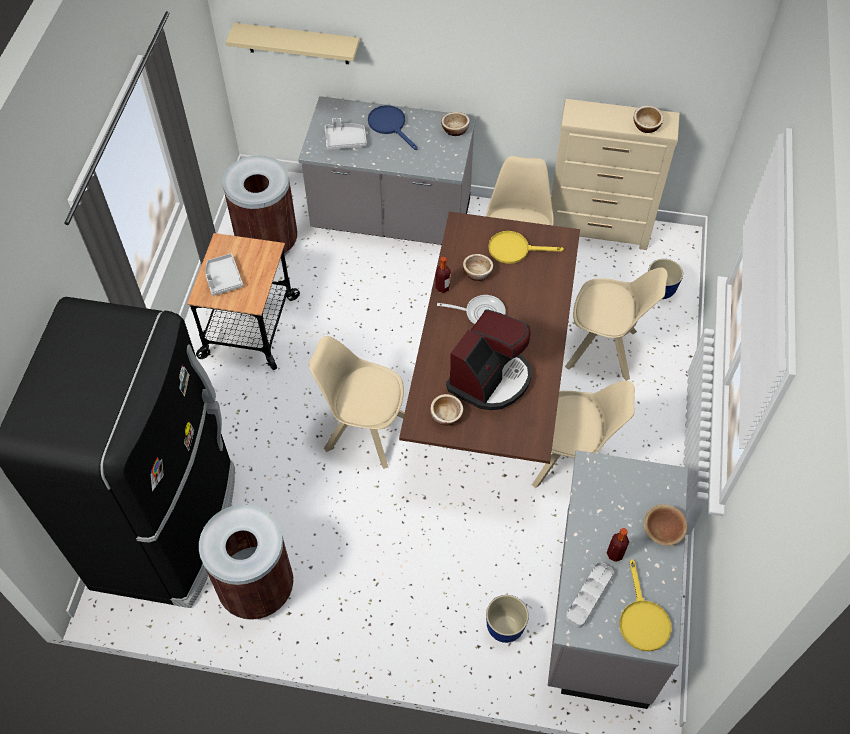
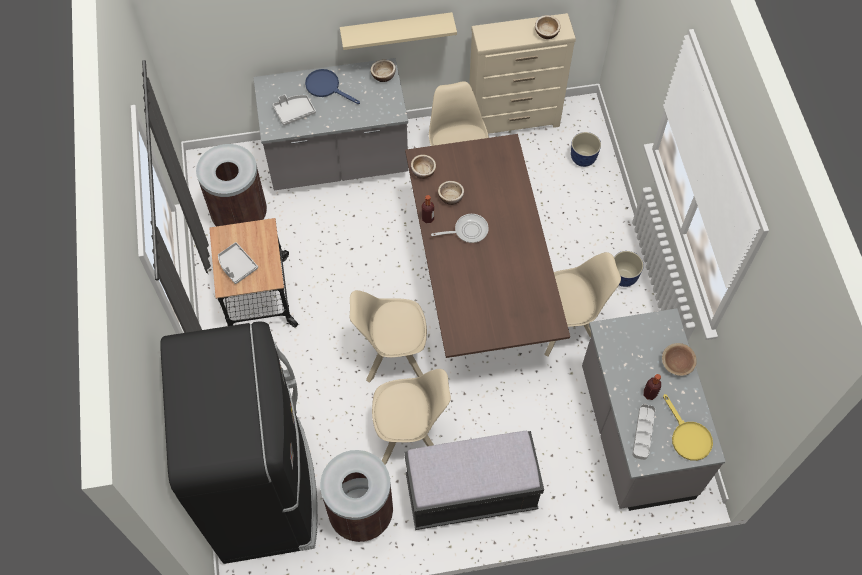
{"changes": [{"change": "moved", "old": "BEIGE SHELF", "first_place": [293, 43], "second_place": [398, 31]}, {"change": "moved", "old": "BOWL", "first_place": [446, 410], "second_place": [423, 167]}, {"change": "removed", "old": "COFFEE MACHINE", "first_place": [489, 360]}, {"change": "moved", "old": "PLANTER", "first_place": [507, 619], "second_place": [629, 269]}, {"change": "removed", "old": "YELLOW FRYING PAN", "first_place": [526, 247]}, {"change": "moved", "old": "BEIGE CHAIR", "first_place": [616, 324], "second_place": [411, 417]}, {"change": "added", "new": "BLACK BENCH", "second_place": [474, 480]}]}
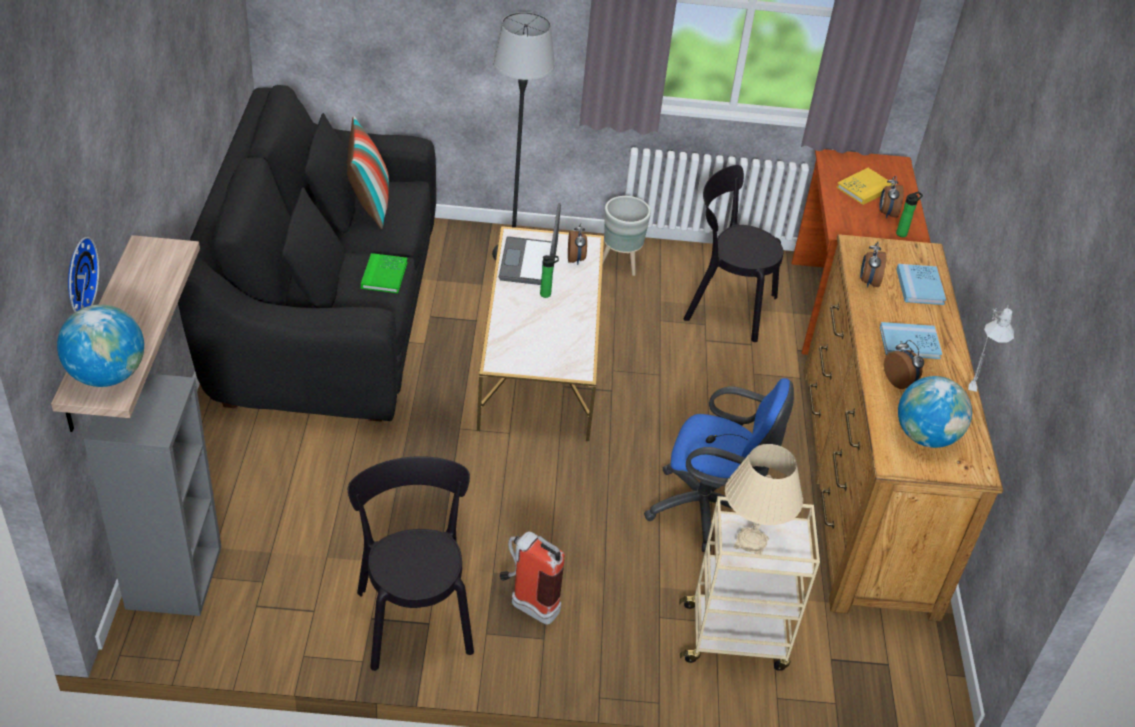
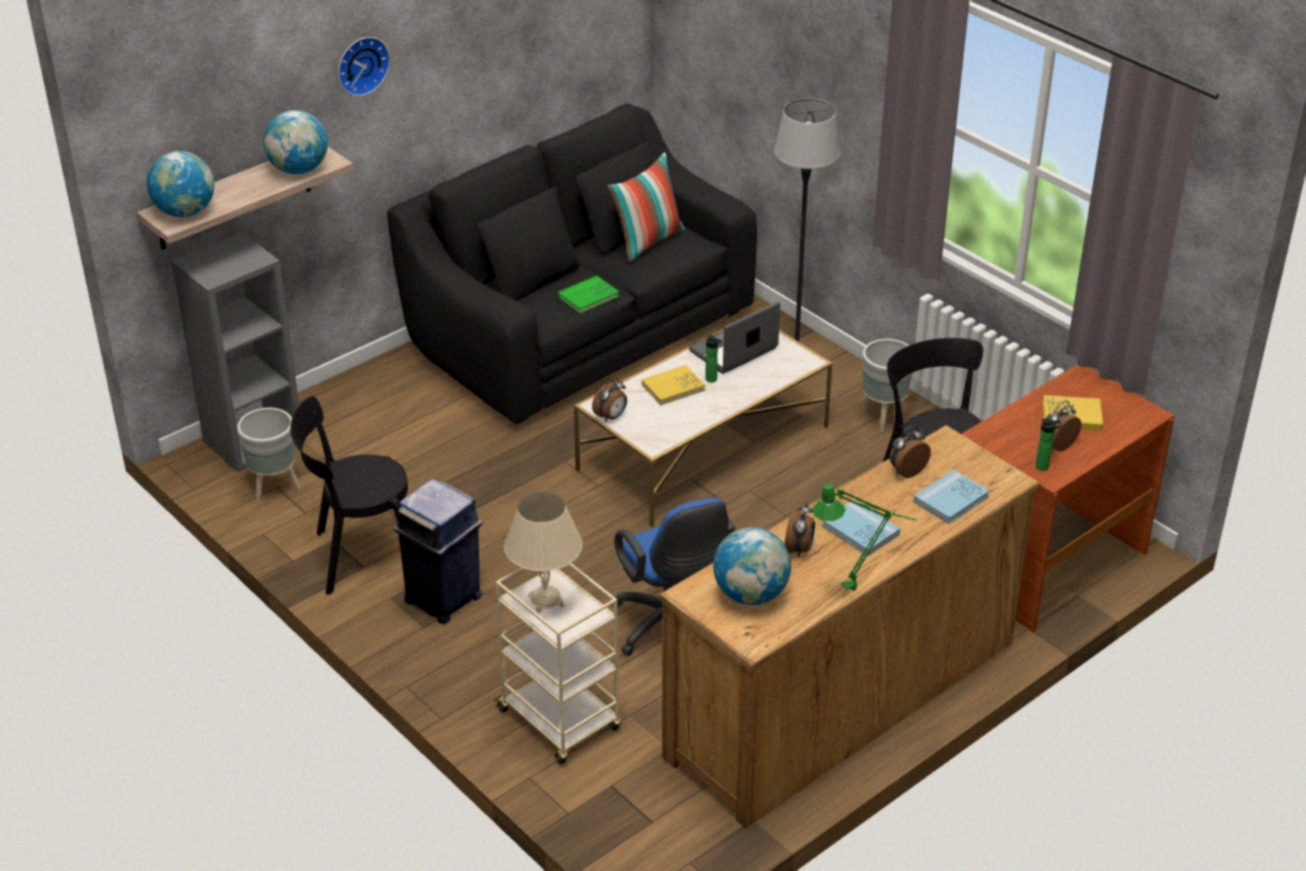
{"changes": [{"change": "moved", "old": "WALL CLOCK", "first_place": [83, 274], "second_place": [364, 66]}, {"change": "turned", "old": "BLACK CHAIR", "first_place": [411, 563], "second_place": [349, 495], "degrees": -135}, {"change": "replaced", "old": "FIRE EXTINGUISHER", "new": "BLUE TRASH CAN", "first_place": [532, 578], "second_place": [438, 551]}, {"change": "moved", "old": "ALARM CLOCK", "first_place": [577, 244], "second_place": [609, 400]}, {"change": "recoloured", "old": "GREY TABLE LAMP", "new": "GREEN TABLE LAMP", "first_place": [991, 348], "second_place": [864, 537]}, {"change": "added", "new": "GREY PLANTER", "second_place": [269, 455]}, {"change": "added", "new": "GLOBE", "second_place": [295, 142]}, {"change": "added", "new": "YELLOW BOOK", "second_place": [673, 385]}]}
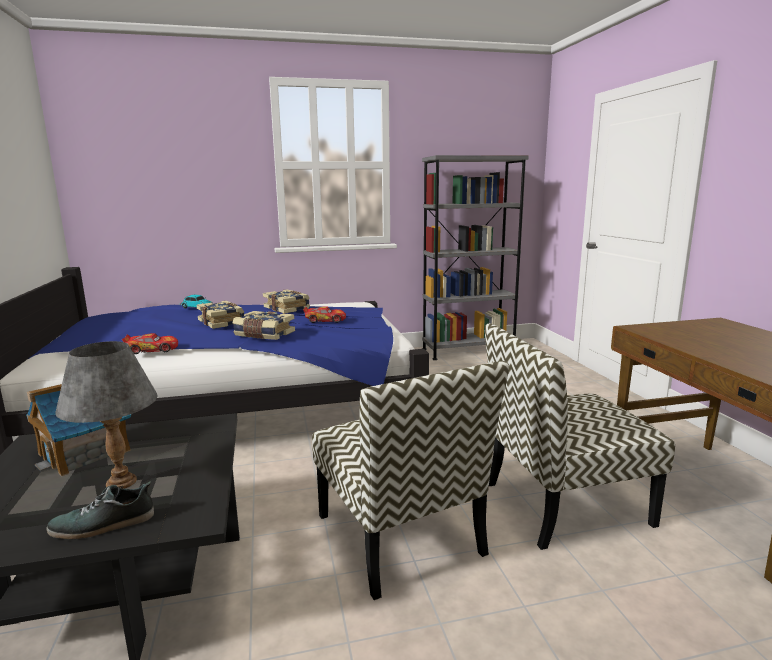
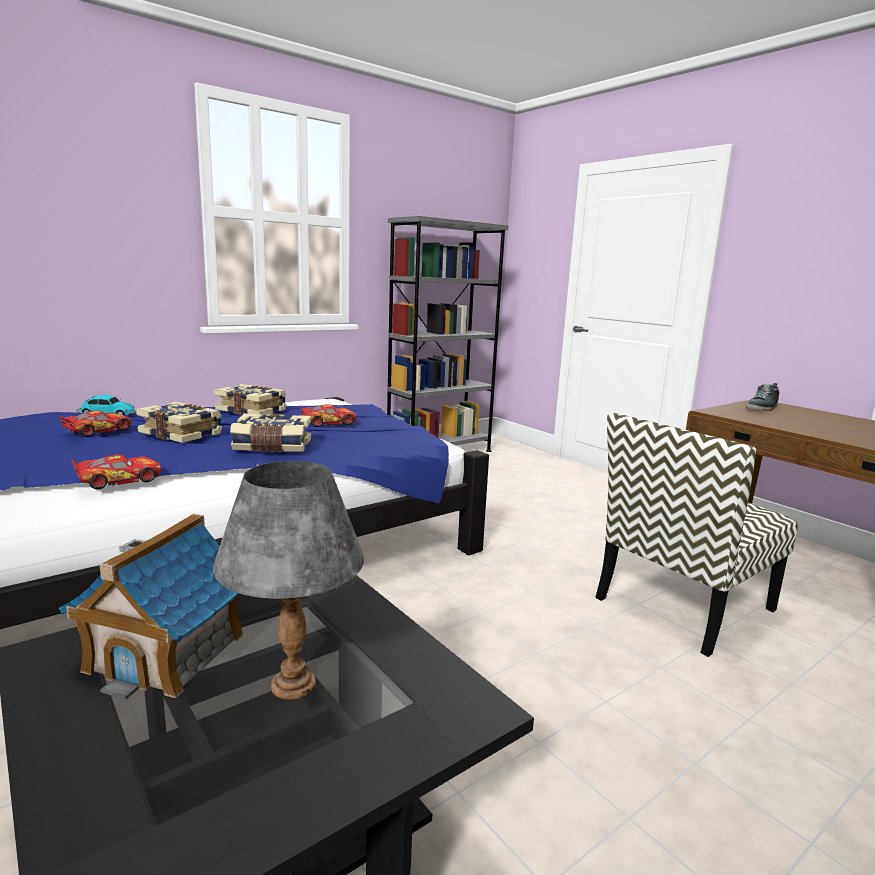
{"changes": [{"change": "moved", "old": "SHOE", "first_place": [100, 510], "second_place": [762, 397]}, {"change": "removed", "old": "CHAIR", "first_place": [410, 480]}, {"change": "added", "new": "TOY CAR", "second_place": [95, 424]}]}
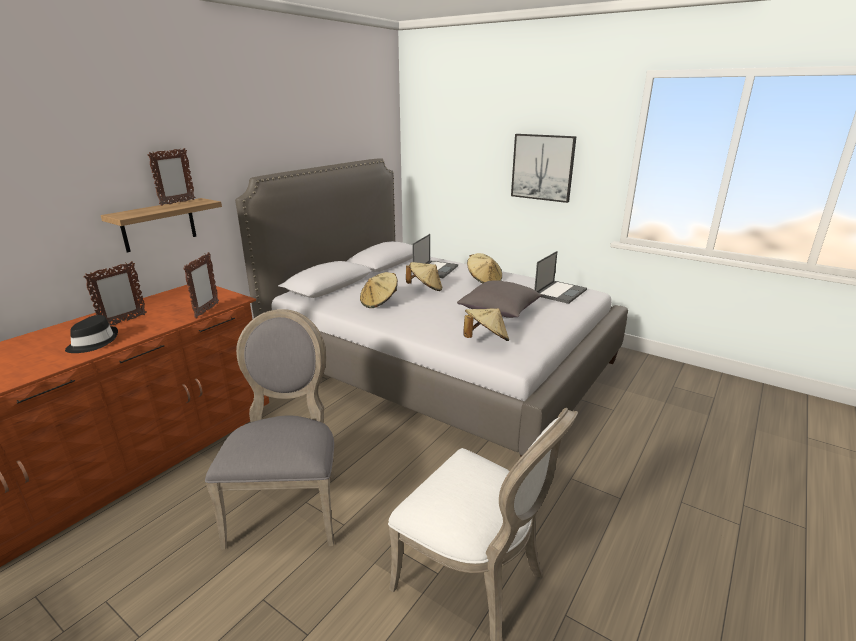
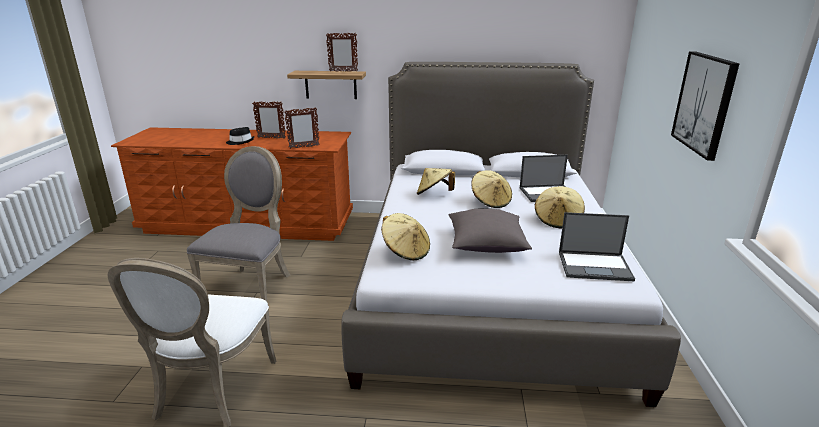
{"changes": [{"change": "turned", "old": "GREY CHAIR", "first_place": [270, 429], "second_place": [239, 223], "degrees": -45}]}
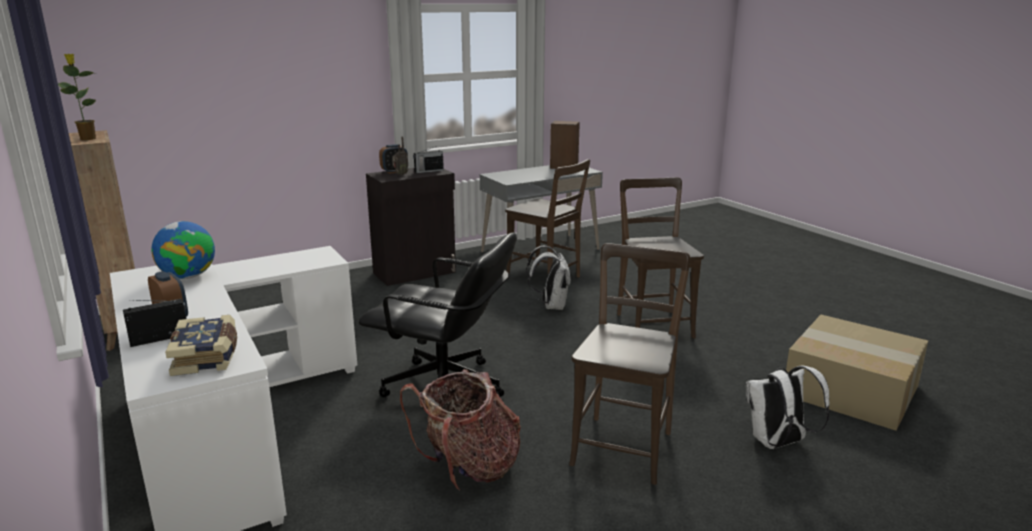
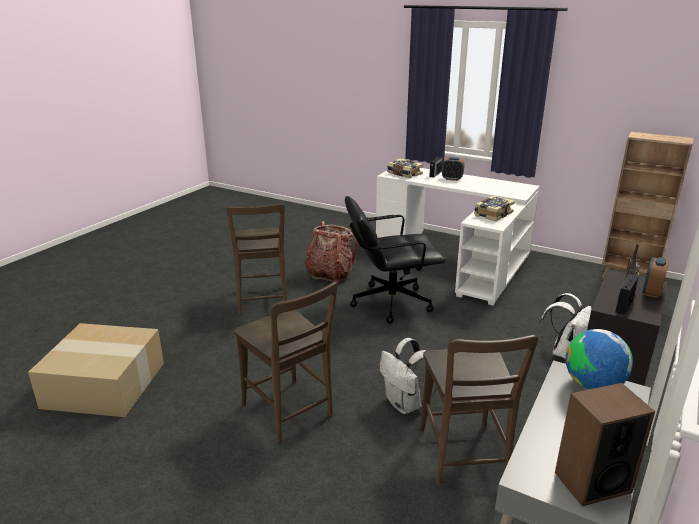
{"changes": [{"change": "removed", "old": "POTTED PLANT", "first_place": [77, 97]}, {"change": "moved", "old": "GLOBE", "first_place": [183, 250], "second_place": [599, 359]}, {"change": "turned", "old": "BROWN CHAIR", "first_place": [547, 218], "second_place": [478, 410], "degrees": -105}, {"change": "moved", "old": "WHITE BACKPACK", "first_place": [788, 407], "second_place": [565, 326]}, {"change": "added", "new": "BOOK", "second_place": [494, 208]}]}
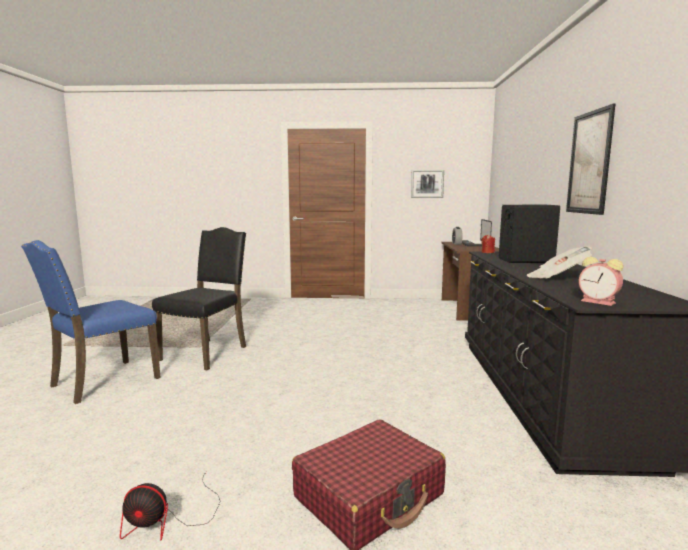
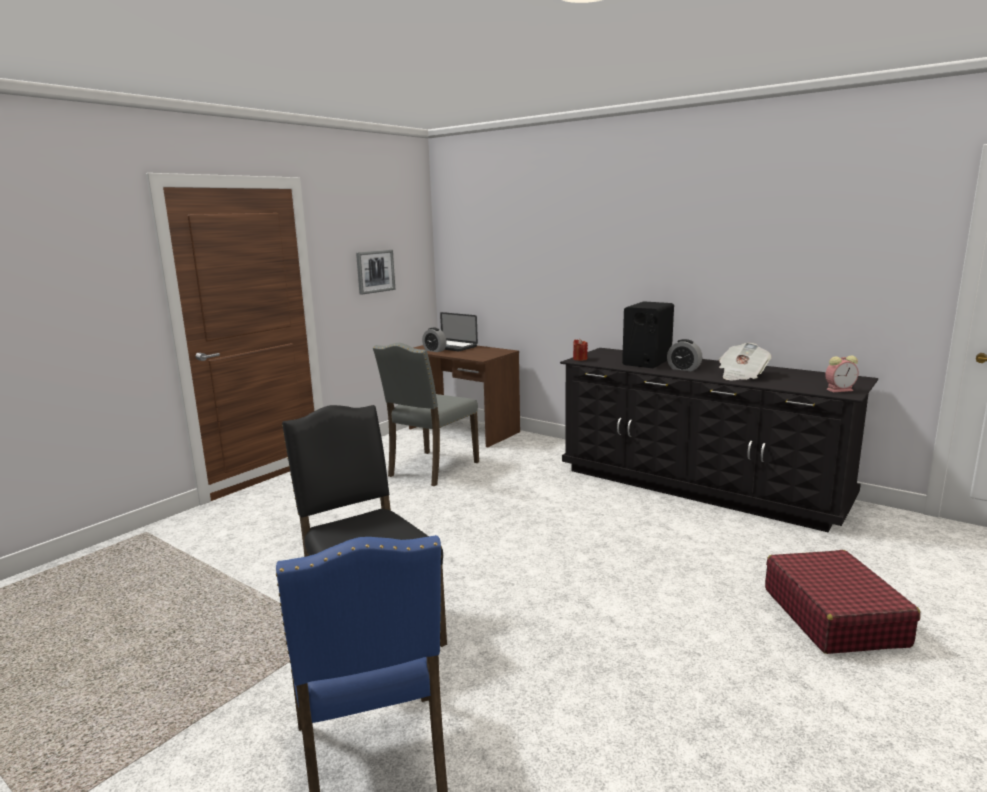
{"changes": [{"change": "removed", "old": "FAN", "first_place": [170, 506]}, {"change": "removed", "old": "PICTURE", "first_place": [590, 159]}, {"change": "added", "new": "GREY CHAIR", "second_place": [426, 414]}, {"change": "added", "new": "ALARM CLOCK", "second_place": [684, 355]}]}
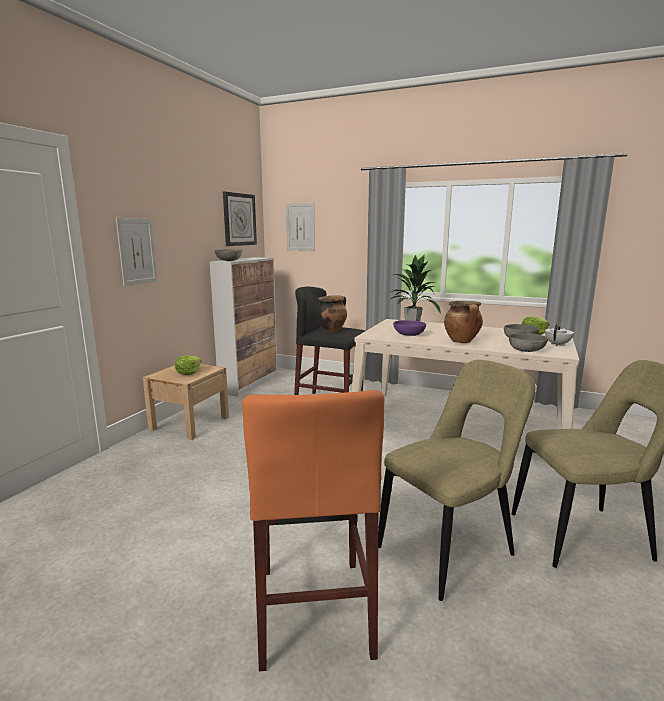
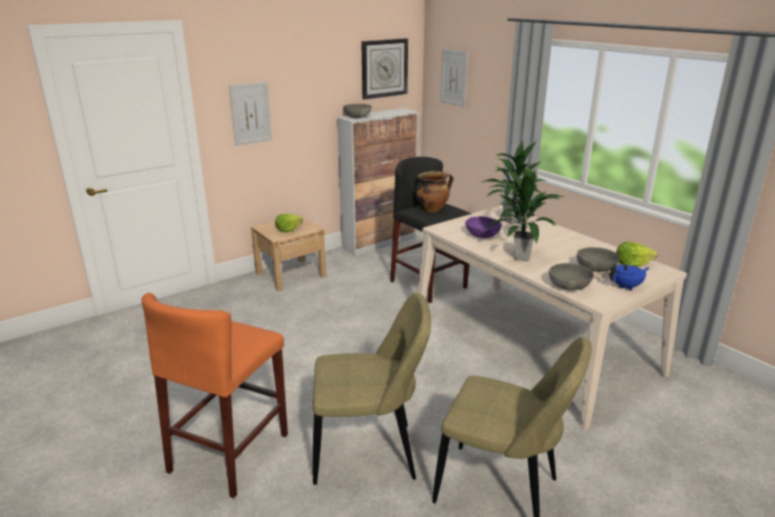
{"changes": [{"change": "replaced", "old": "COOKING POT", "new": "POTTED PLANT", "first_place": [463, 322], "second_place": [524, 214]}, {"change": "recoloured", "old": "WHITE TEAPOT", "new": "BLUE TEAPOT", "first_place": [559, 335], "second_place": [629, 277]}]}
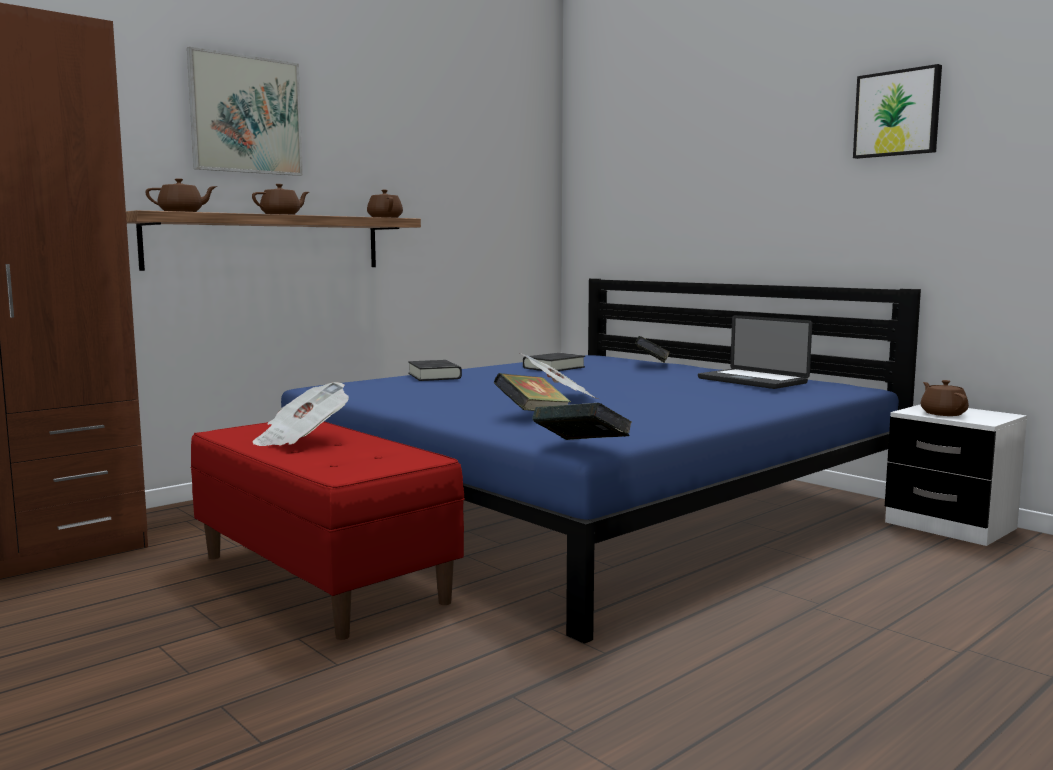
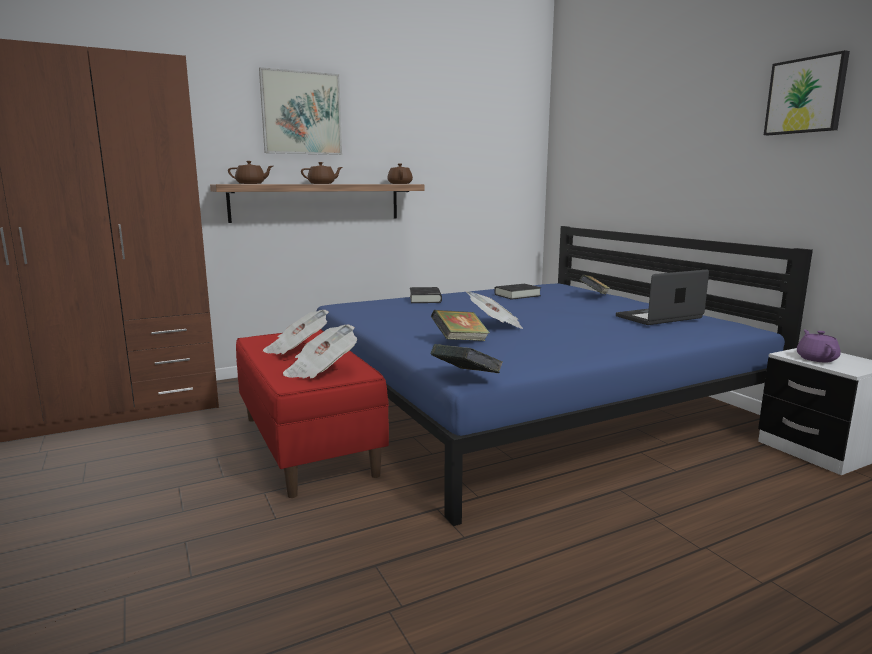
{"changes": [{"change": "turned", "old": "LAPTOP", "first_place": [755, 352], "second_place": [662, 297], "degrees": 90}, {"change": "recoloured", "old": "BROWN TEAPOT", "new": "PURPLE TEAPOT", "first_place": [944, 398], "second_place": [819, 346]}, {"change": "added", "new": "NEWSPAPER", "second_place": [320, 352]}]}
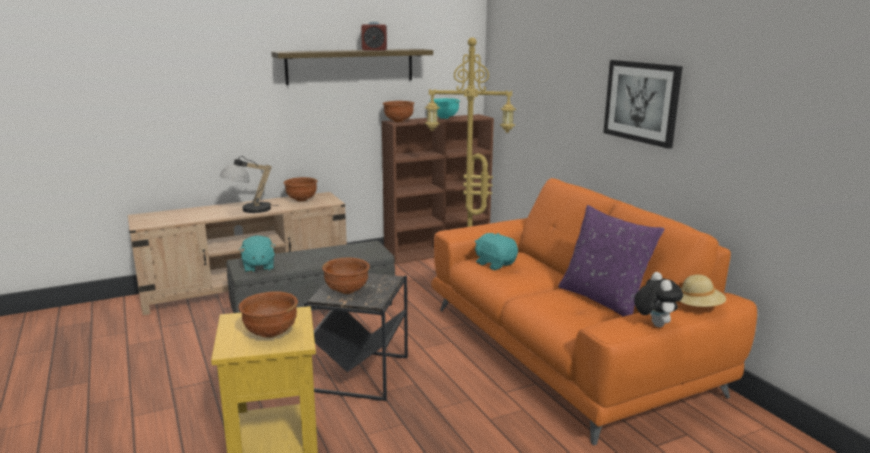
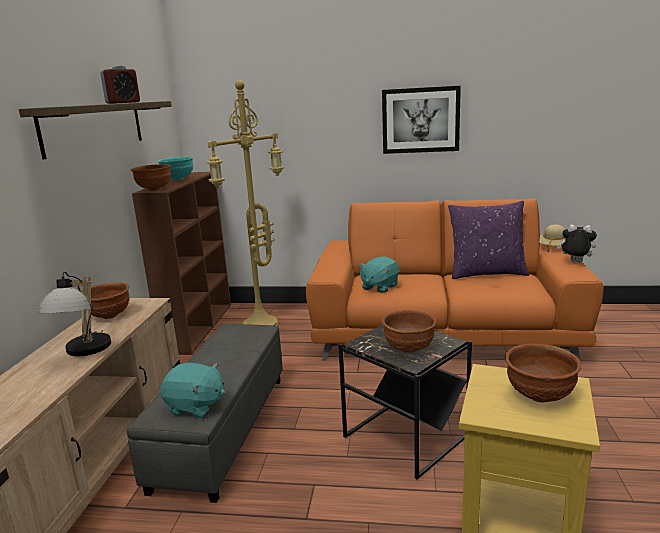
{"changes": [{"change": "turned", "old": "TURQUOISE PLUSH TOY", "first_place": [496, 251], "second_place": [379, 274], "degrees": -45}]}
